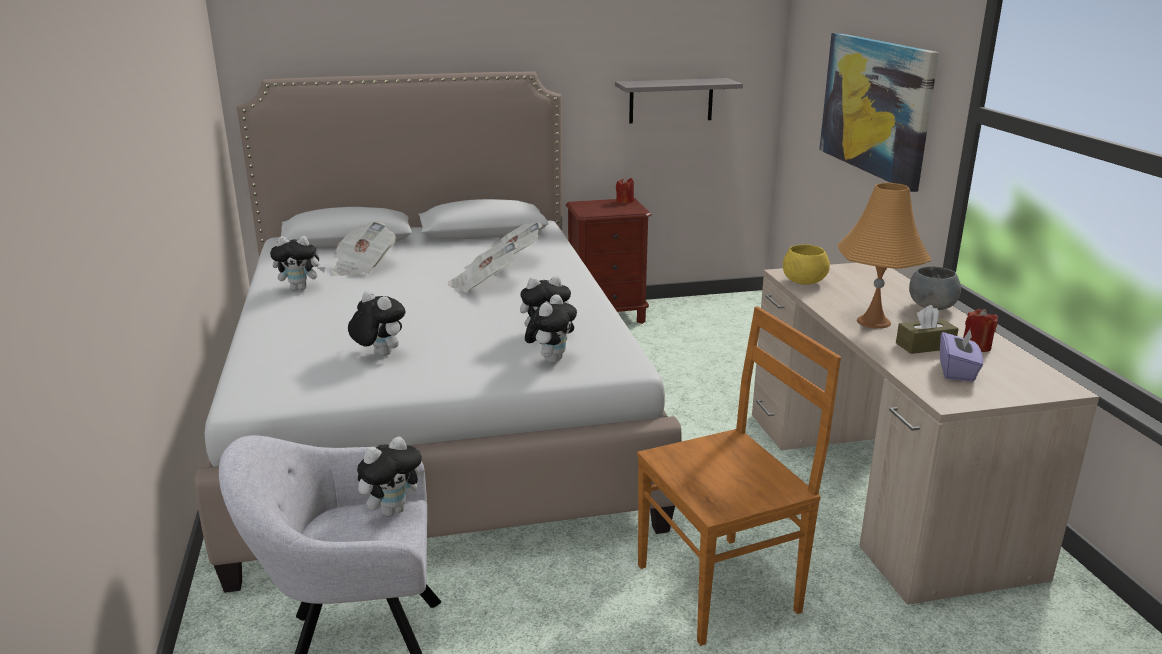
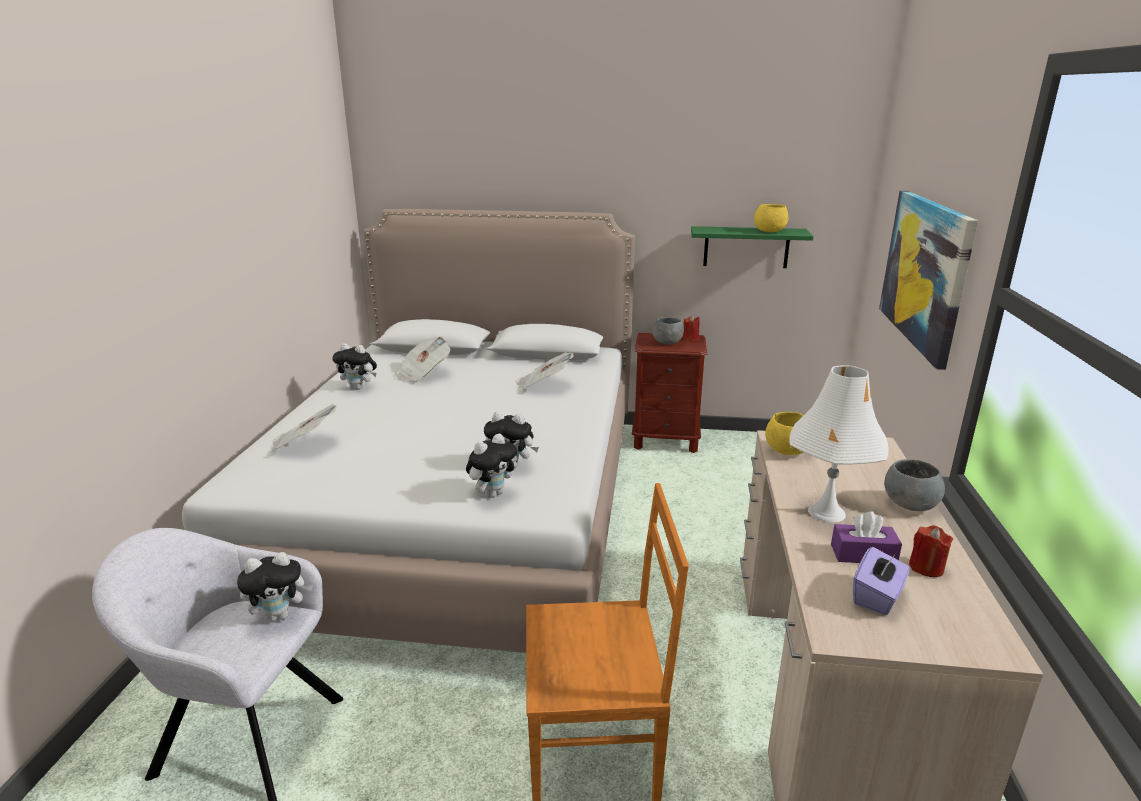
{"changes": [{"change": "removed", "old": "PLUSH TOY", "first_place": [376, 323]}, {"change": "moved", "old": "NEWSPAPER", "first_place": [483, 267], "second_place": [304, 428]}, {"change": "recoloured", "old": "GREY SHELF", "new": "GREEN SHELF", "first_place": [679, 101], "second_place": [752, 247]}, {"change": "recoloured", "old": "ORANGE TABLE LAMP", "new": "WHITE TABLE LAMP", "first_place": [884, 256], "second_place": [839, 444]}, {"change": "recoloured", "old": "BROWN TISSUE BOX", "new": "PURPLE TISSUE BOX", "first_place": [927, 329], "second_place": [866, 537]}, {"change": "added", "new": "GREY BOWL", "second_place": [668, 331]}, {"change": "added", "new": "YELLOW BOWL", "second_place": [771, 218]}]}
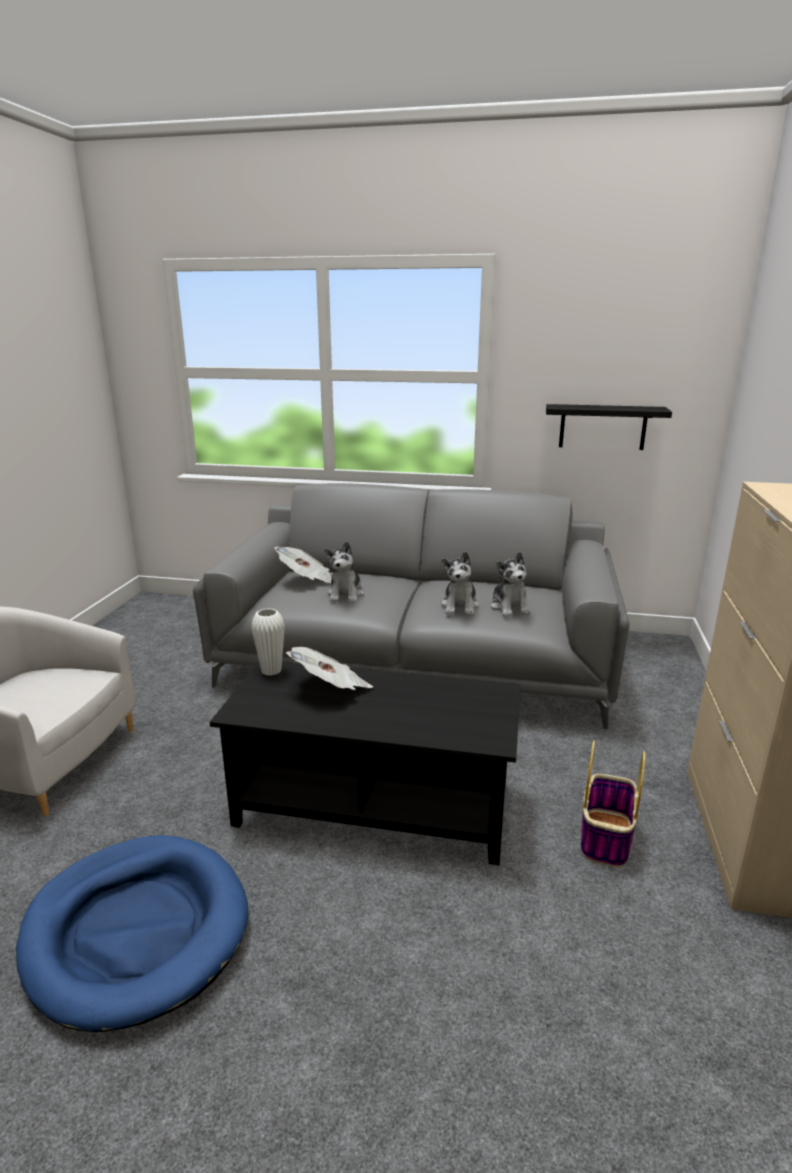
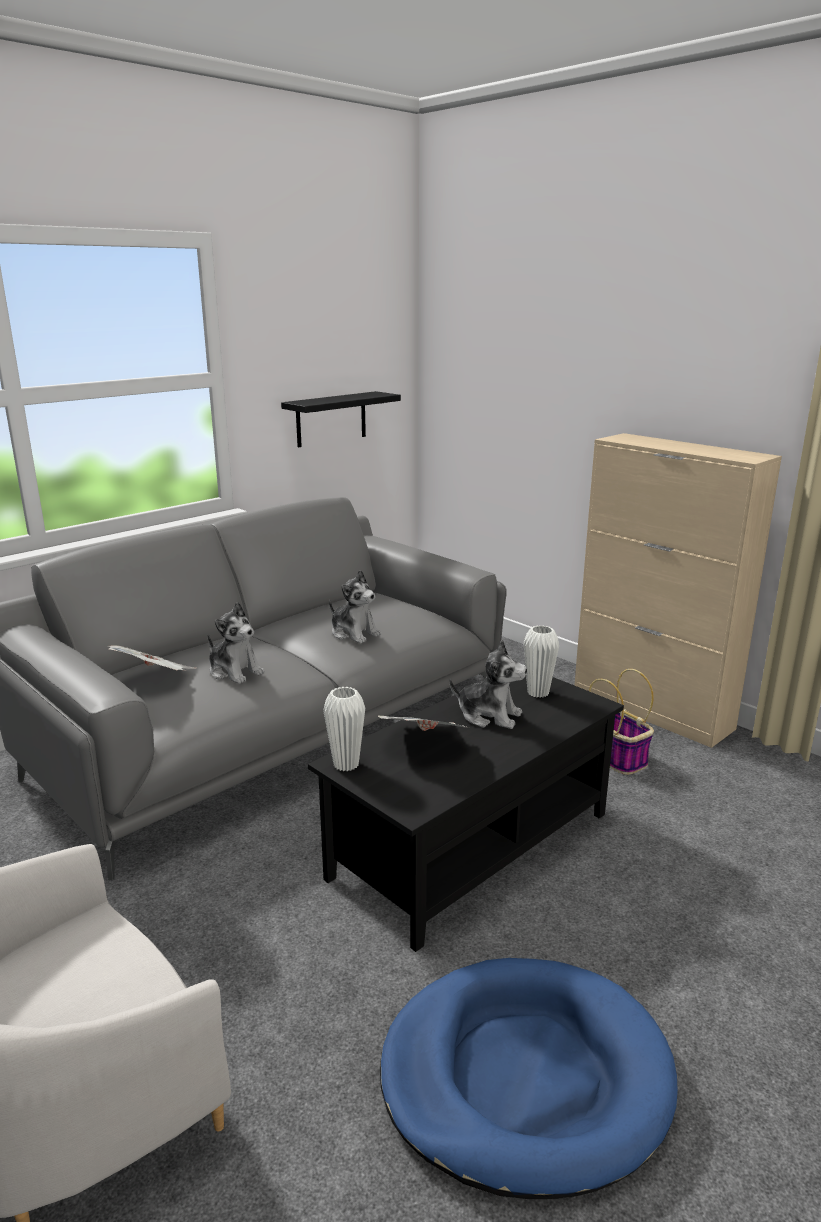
{"changes": [{"change": "moved", "old": "PLUSH TOY", "first_place": [511, 584], "second_place": [488, 684]}, {"change": "added", "new": "WHITE VASE", "second_place": [541, 661]}]}
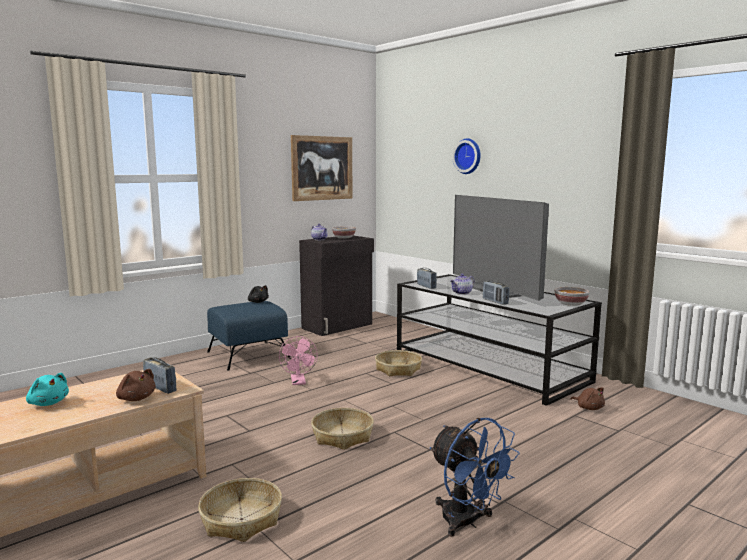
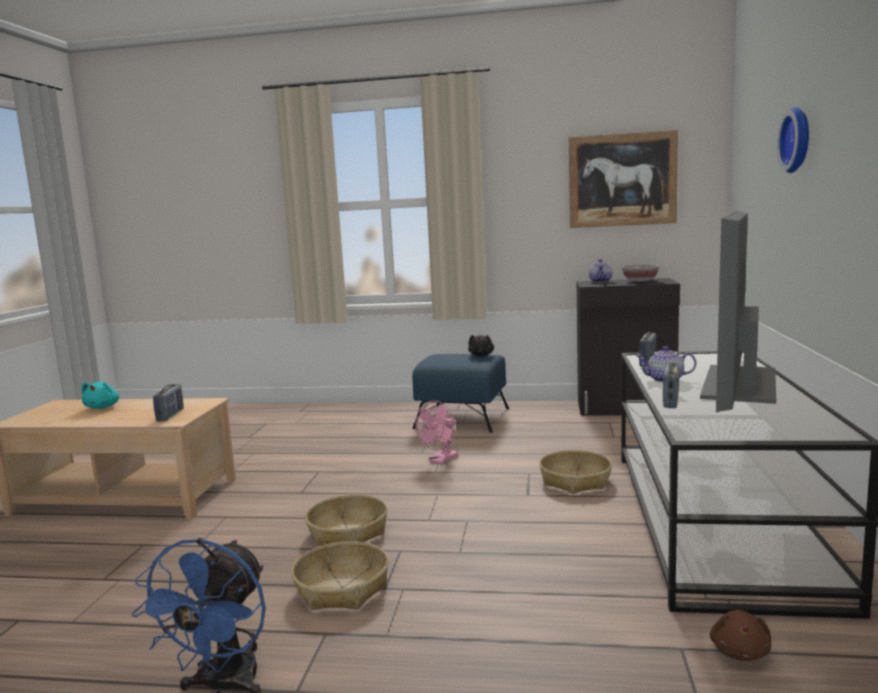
{"changes": [{"change": "removed", "old": "BROWN PLUSH TOY", "first_place": [136, 385]}, {"change": "moved", "old": "BASKET", "first_place": [240, 510], "second_place": [340, 575]}, {"change": "removed", "old": "BOWL", "first_place": [571, 296]}]}
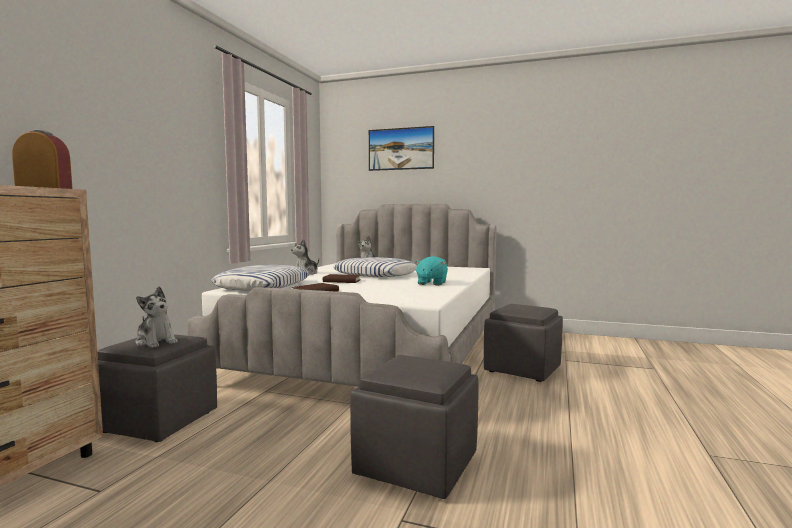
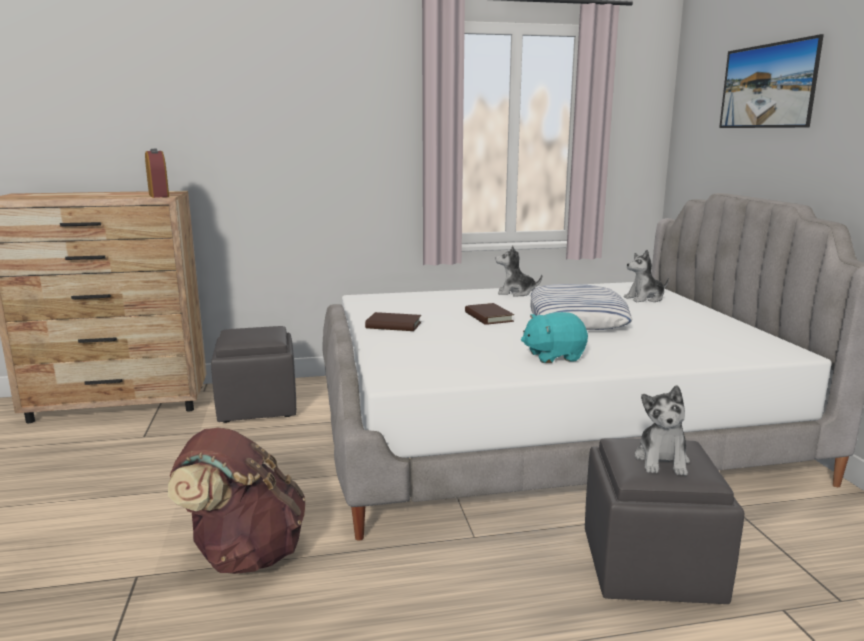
{"changes": [{"change": "moved", "old": "PLUSH TOY", "first_place": [157, 317], "second_place": [662, 430]}, {"change": "removed", "old": "PILLOW", "first_place": [260, 278]}, {"change": "replaced", "old": "GREY OTTOMAN", "new": "BROWN BACKPACK", "first_place": [414, 427], "second_place": [237, 500]}]}
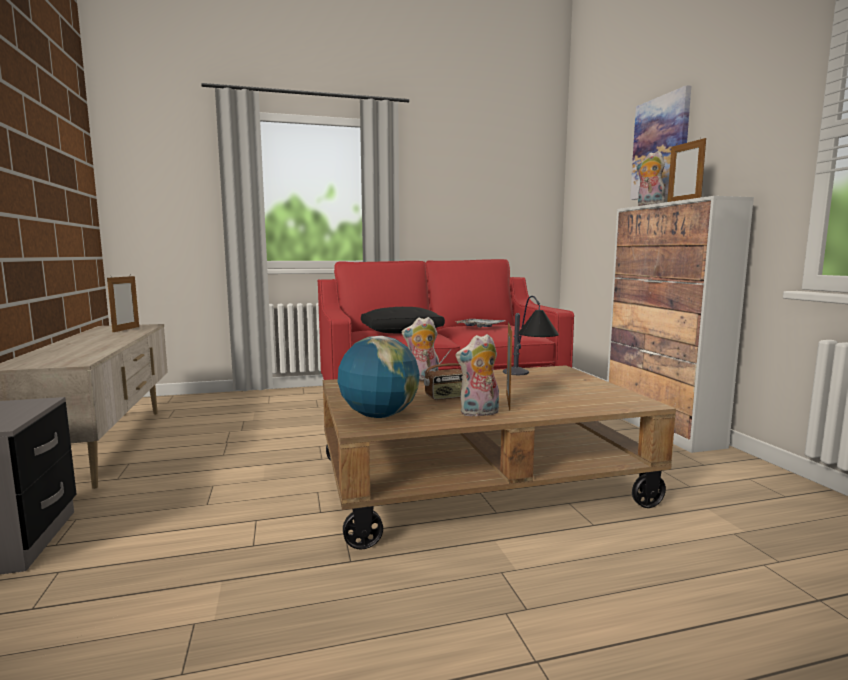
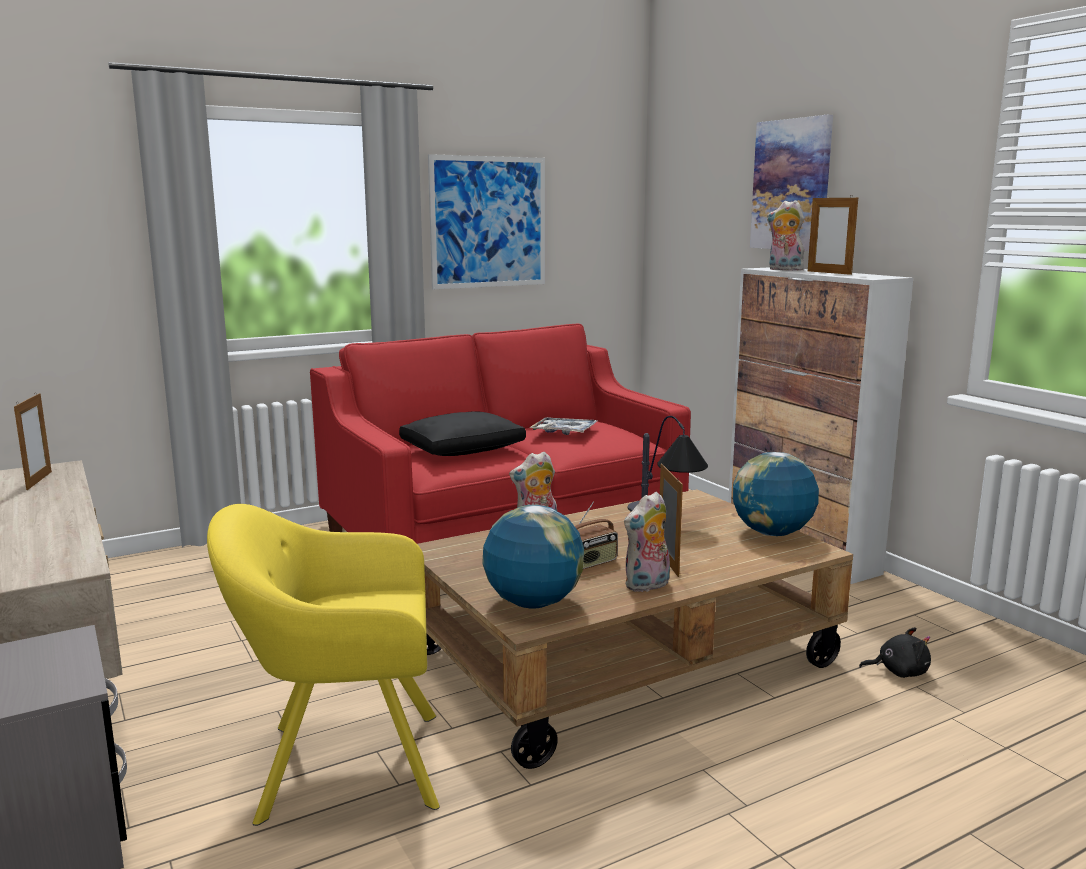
{"changes": [{"change": "added", "new": "YELLOW ARMCHAIR", "second_place": [323, 665]}, {"change": "added", "new": "PICTURE", "second_place": [486, 221]}, {"change": "added", "new": "GLOBE", "second_place": [776, 494]}, {"change": "added", "new": "BLACK PLUSH TOY", "second_place": [895, 652]}]}
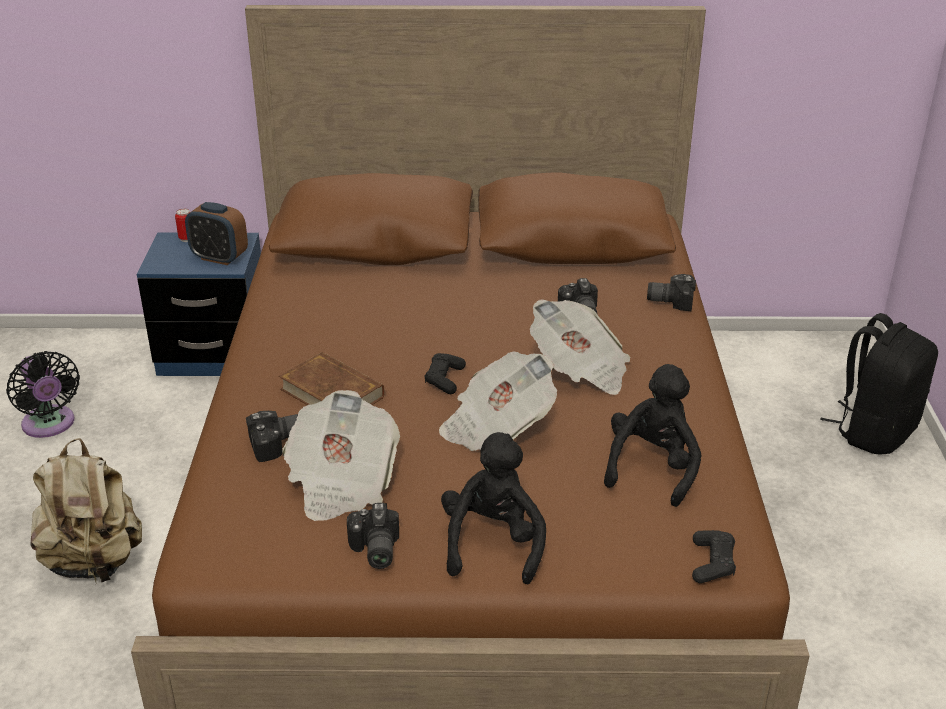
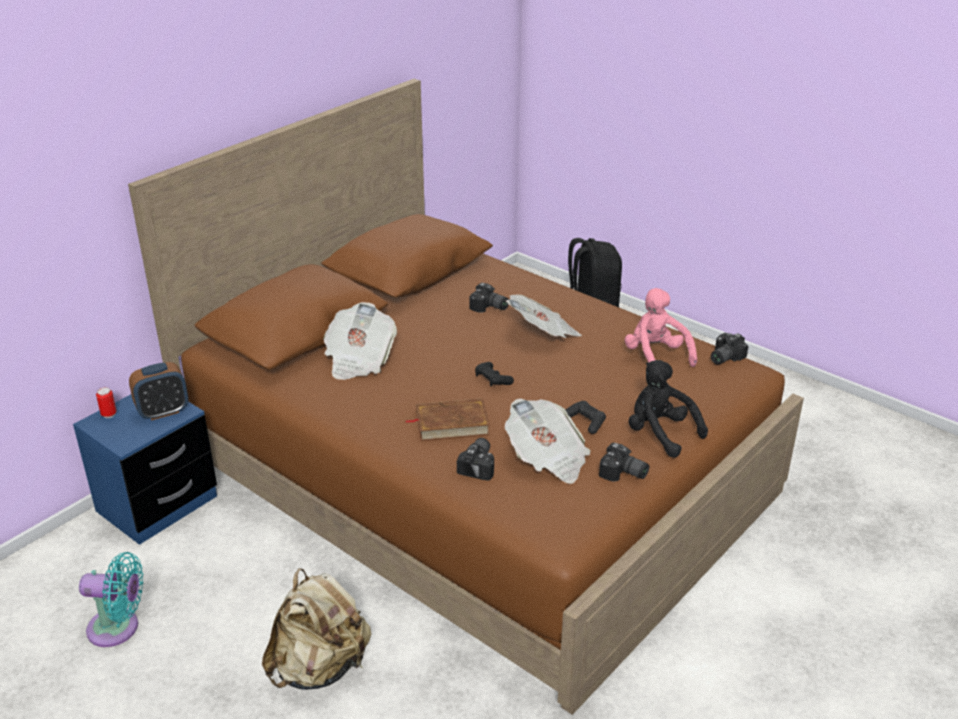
{"changes": [{"change": "recoloured", "old": "BLACK FAN", "new": "TURQUOISE FAN", "first_place": [43, 394], "second_place": [111, 599]}, {"change": "moved", "old": "NEWSPAPER", "first_place": [498, 401], "second_place": [360, 341]}, {"change": "recoloured", "old": "BLACK PLUSH TOY", "new": "PINK PLUSH TOY", "first_place": [652, 435], "second_place": [661, 327]}, {"change": "moved", "old": "PHOTO CAMERA", "first_place": [671, 292], "second_place": [729, 348]}, {"change": "moved", "old": "BLACK GAME CONTROLLER", "first_place": [714, 556], "second_place": [586, 417]}]}
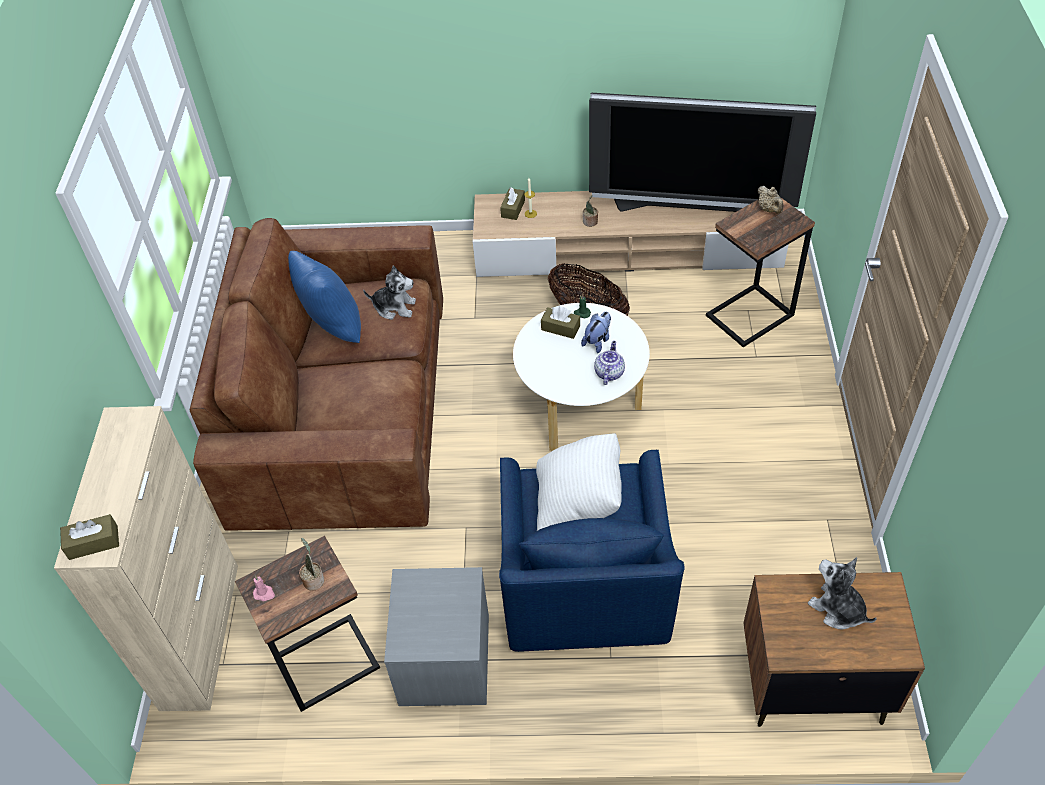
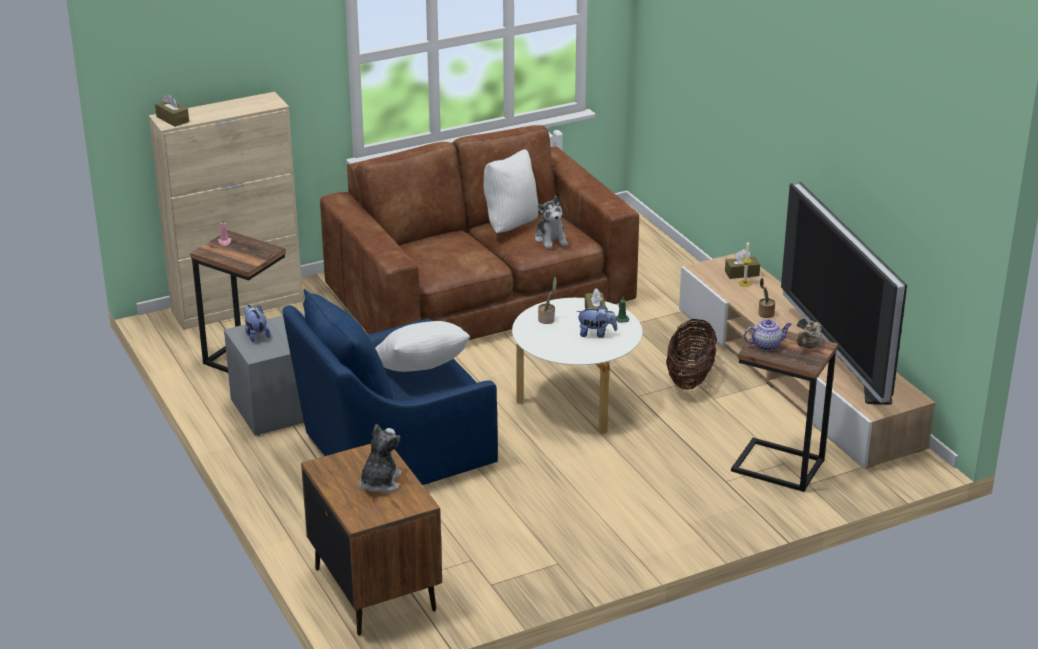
{"changes": [{"change": "recoloured", "old": "BLUE PILLOW", "new": "WHITE PILLOW", "first_place": [324, 297], "second_place": [511, 191]}, {"change": "moved", "old": "POTTED PLANT", "first_place": [311, 564], "second_place": [547, 300]}, {"change": "moved", "old": "TEAPOT", "first_place": [609, 363], "second_place": [768, 335]}, {"change": "added", "new": "PLUSH TOY", "second_place": [257, 323]}]}
